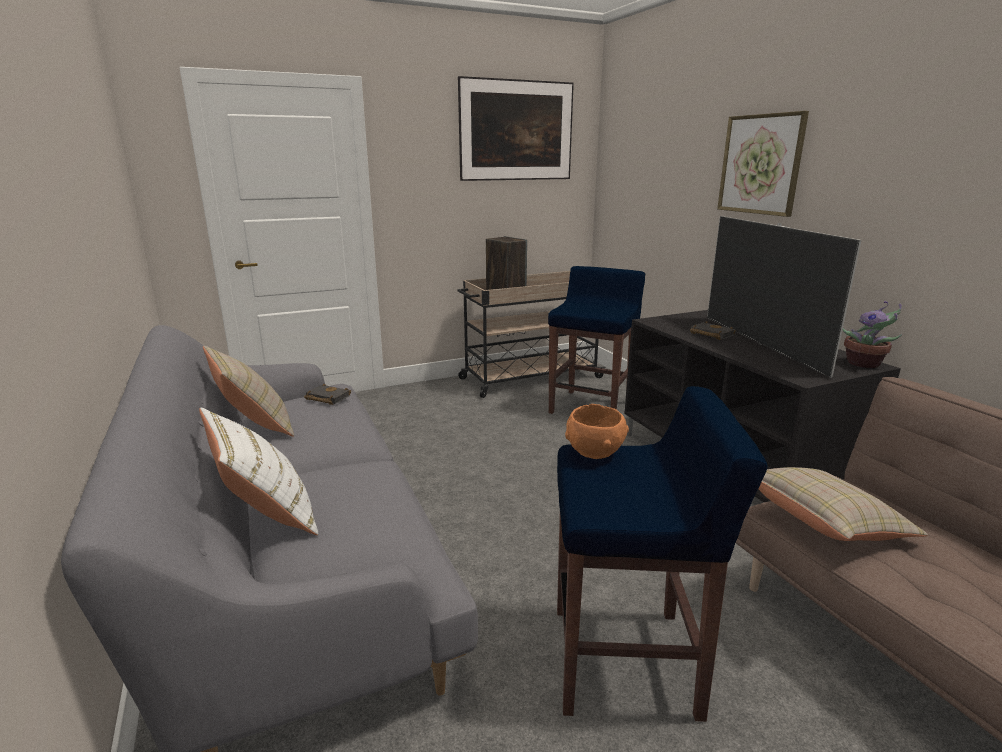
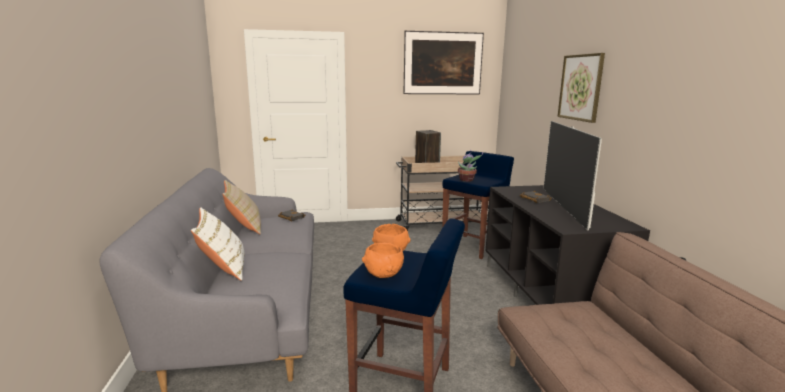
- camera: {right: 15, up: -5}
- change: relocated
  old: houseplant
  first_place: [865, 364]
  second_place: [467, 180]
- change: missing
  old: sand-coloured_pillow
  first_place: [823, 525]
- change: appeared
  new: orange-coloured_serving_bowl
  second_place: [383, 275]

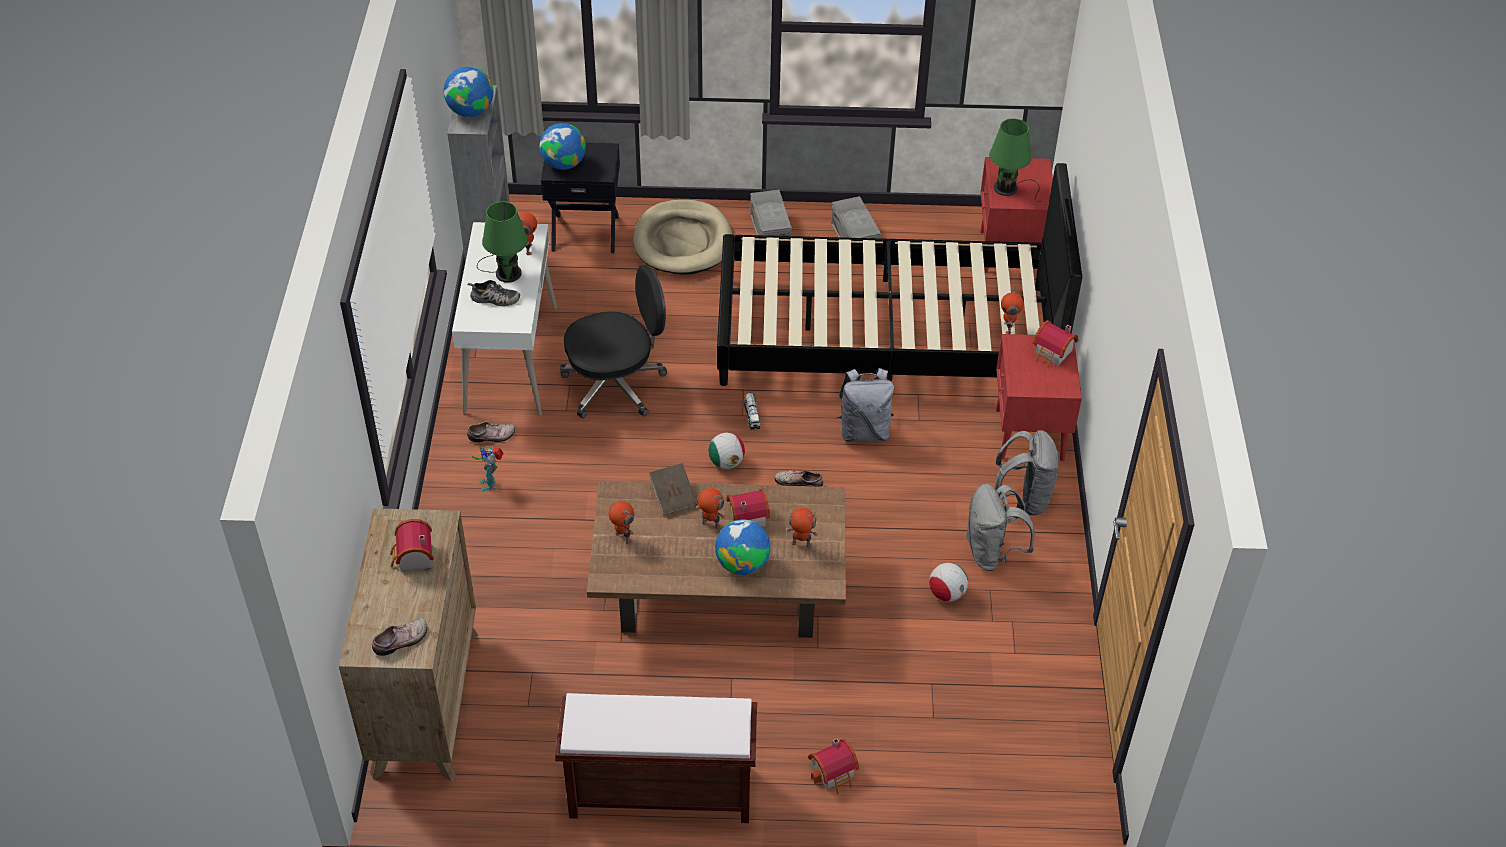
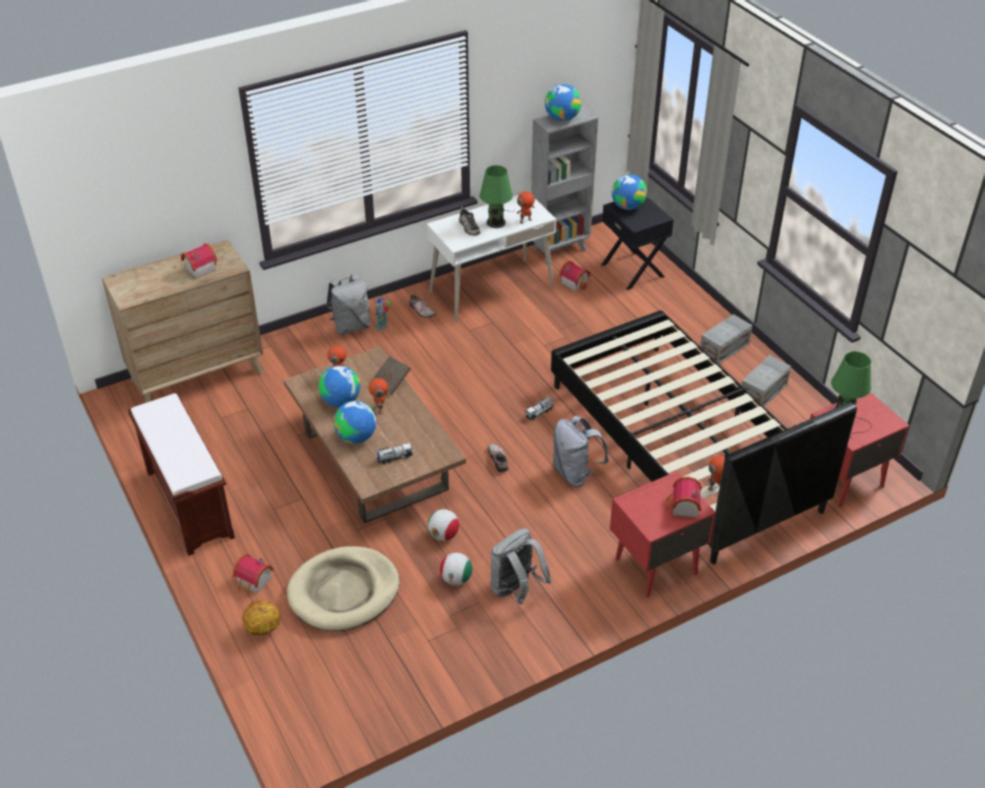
- camera: {right: 60, up: -5}
- change: relocated
  old: sand-coloured_dog_bed
  first_place: [683, 241]
  second_place: [344, 592]
- change: missing
  old: black-coloured_desk_chair
  first_place: [616, 384]
- change: relocated
  old: grey_knapsack
  first_place: [1024, 498]
  second_place: [351, 326]
- change: relocated
  old: football
  first_place: [726, 462]
  second_place: [443, 535]
- change: relocated
  old: toy_house
  first_place: [746, 516]
  second_place: [575, 282]
- change: exchanged
  old: toy_robot
  new: model_truck
  first_place: [801, 544]
  second_place: [395, 458]
- change: missing
  old: item_of_footwear
  first_place: [401, 641]
- change: appeared
  new: world_globe
  second_place: [341, 401]
- change: appeared
  new: ball_for_basketball
  second_place: [263, 629]

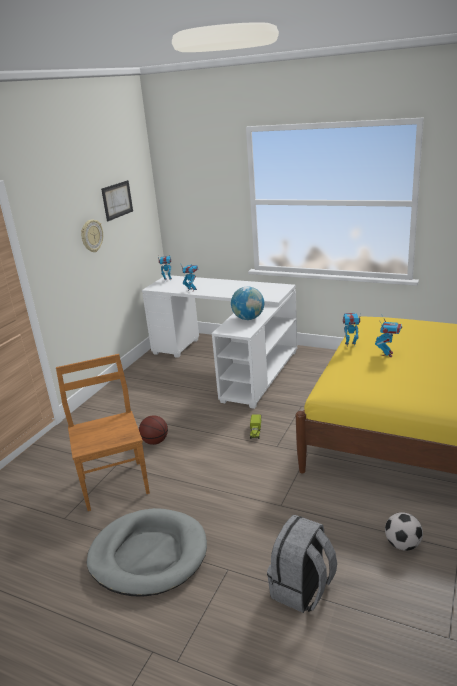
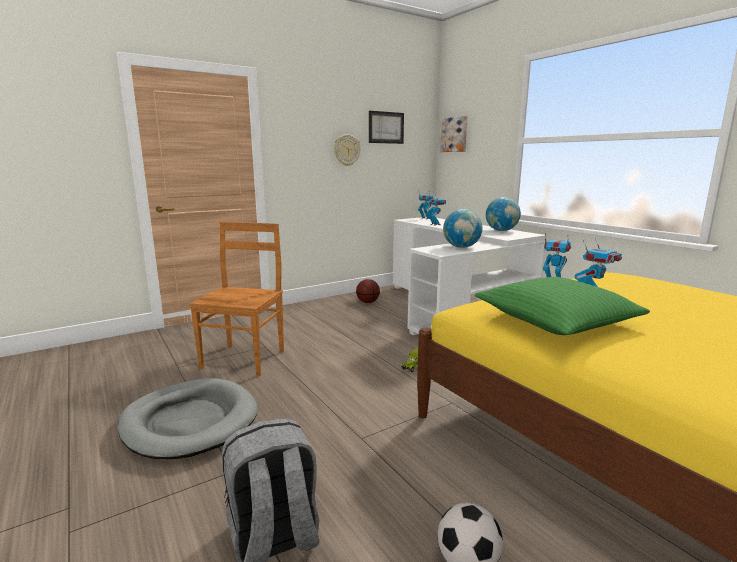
- camera: {right: 30, up: -10}
- change: relocated
  old: ball_for_basketball
  first_place: [155, 441]
  second_place: [368, 302]
- change: appeared
  new: wall_picture
  second_place: [454, 134]
- change: appeared
  new: world_globe
  second_place: [501, 230]
- change: appeared
  new: greenish_pillow
  second_place: [556, 320]

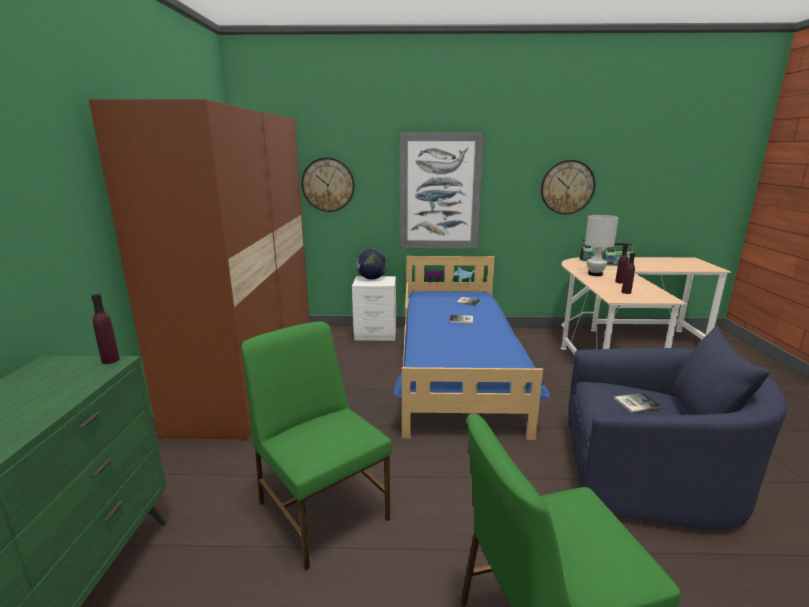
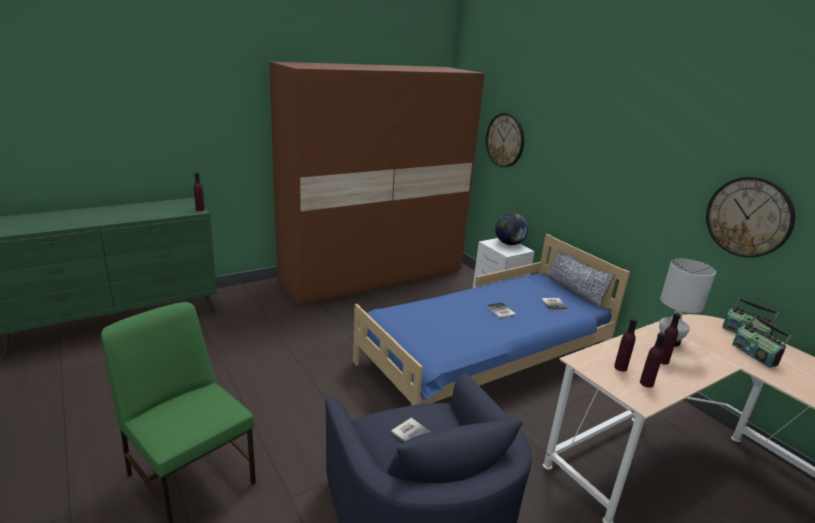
- camera: {right: 55, up: 5}
- change: missing
  old: wall_picture
  first_place: [440, 192]
- change: missing
  old: greenish_upright_chair
  first_place: [323, 508]
- change: appeared
  new: pillow
  second_place: [575, 290]
- change: appeared
  new: purplish_bottle
  second_place: [646, 383]

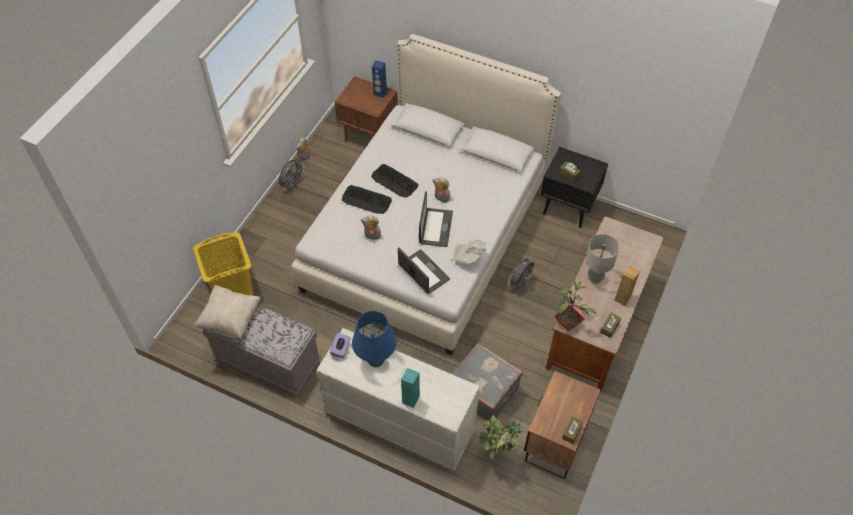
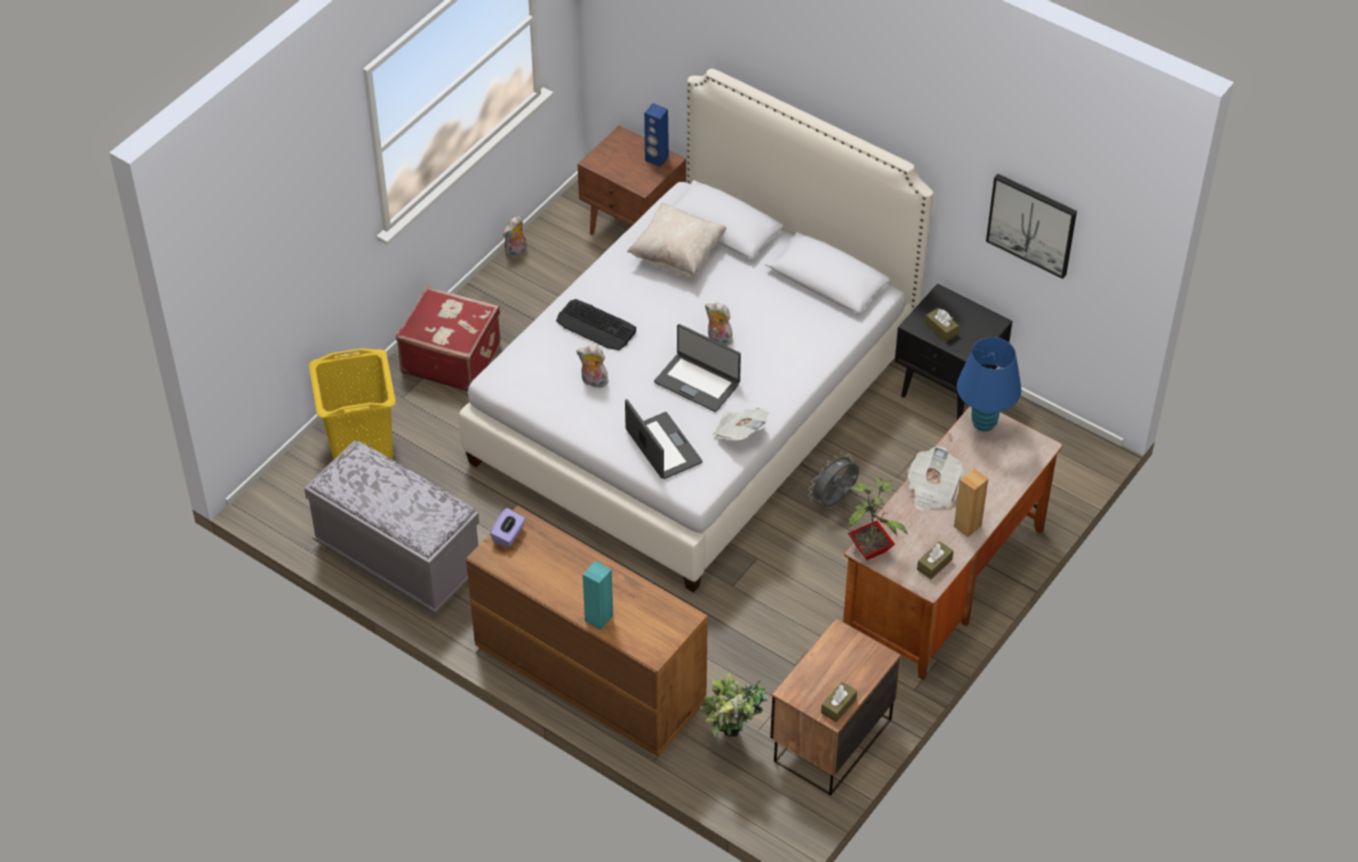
- camera: {right: 10, up: -5}
- change: missing
  old: grey_fan
  first_place: [292, 185]
- change: missing
  old: PC_keyboard
  first_place: [394, 181]
- change: spun
  old: laptop
  first_place: [435, 227]
  second_place: [697, 382]
  degrees: 105
- change: exchanged
  old: grey_tabletop_lamp
  new: daily_paper
  first_place: [595, 278]
  second_place: [932, 490]
- change: relocated
  old: sand-coloured_pillow
  first_place: [230, 319]
  second_place: [677, 255]
- change: relocated
  old: blue-coloured_tabletop_lamp
  first_place: [375, 360]
  second_place: [983, 423]
- change: colour
  old: white_dresser
  new: brown-coloured_dresser
  first_place: [399, 420]
  second_place: [588, 675]
- change: missing
  old: grey_travel_case
  first_place: [483, 391]
- change: appeared
  new: wall_picture
  second_place: [1032, 224]
- change: appeared
  new: red-coloured_travel_case
  second_place: [451, 358]

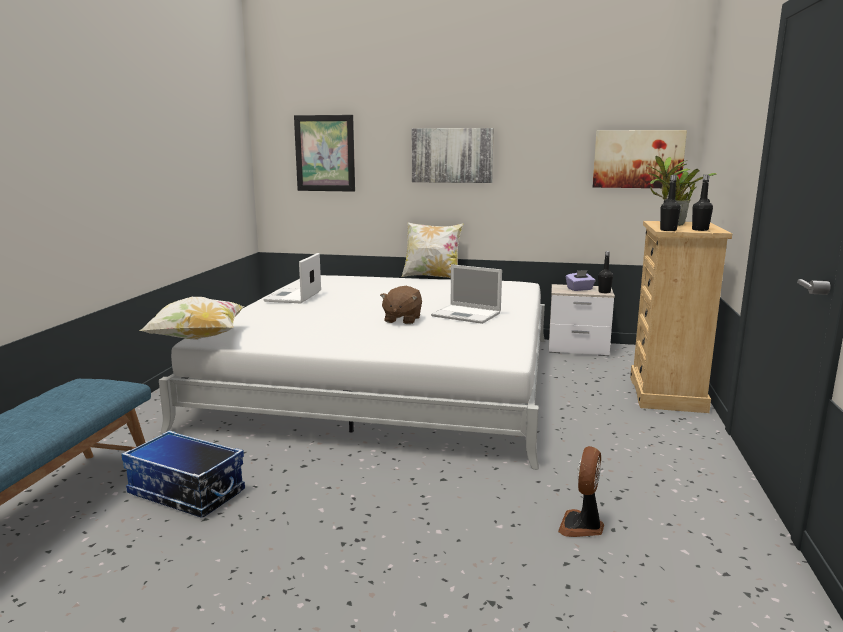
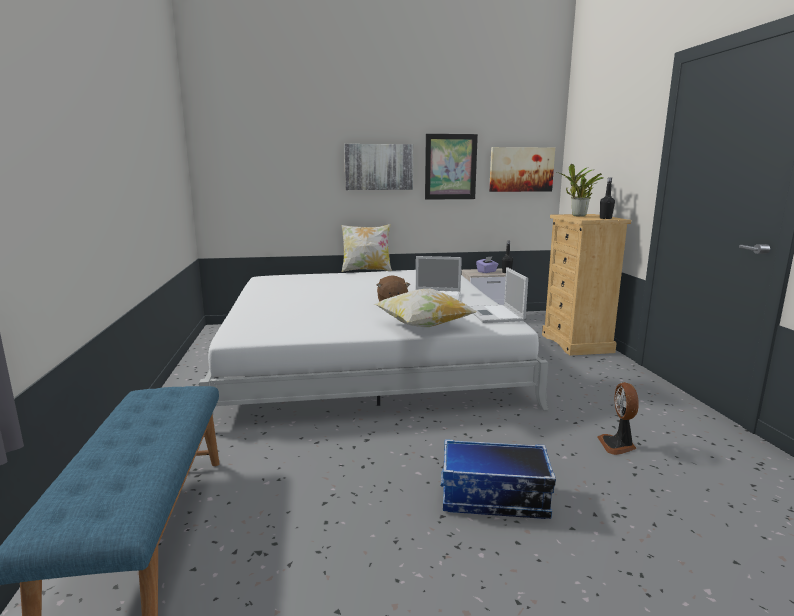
- camera: {right: -20, up: 0}
- change: relocated
  old: wall_picture
  first_place: [325, 153]
  second_place: [450, 167]
- change: missing
  old: black-coloured_bottle
  first_place: [668, 230]
- change: relocated
  old: laptop
  first_place: [293, 297]
  second_place: [495, 315]
- change: relocated
  old: pillow
  first_place: [197, 338]
  second_place: [423, 326]
- change: relocated
  old: storage_box
  first_place: [185, 493]
  second_place: [493, 498]

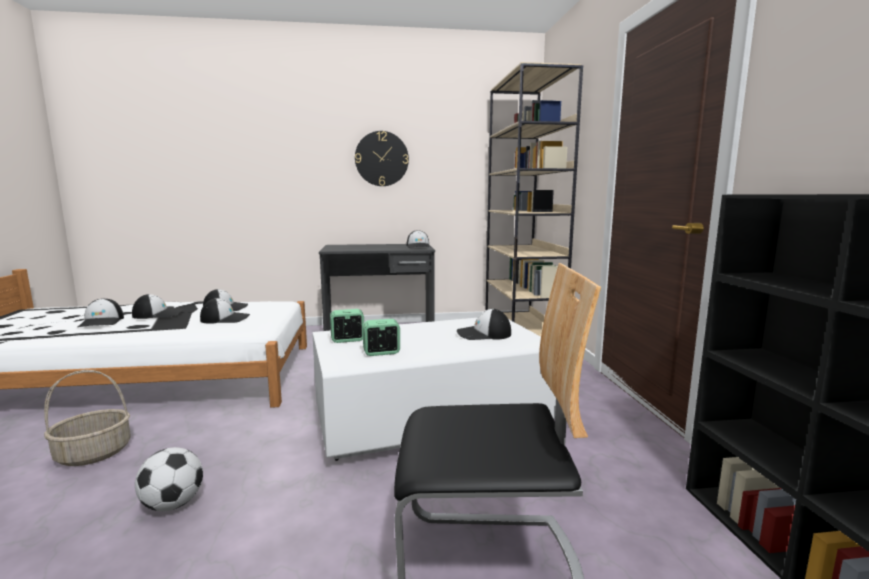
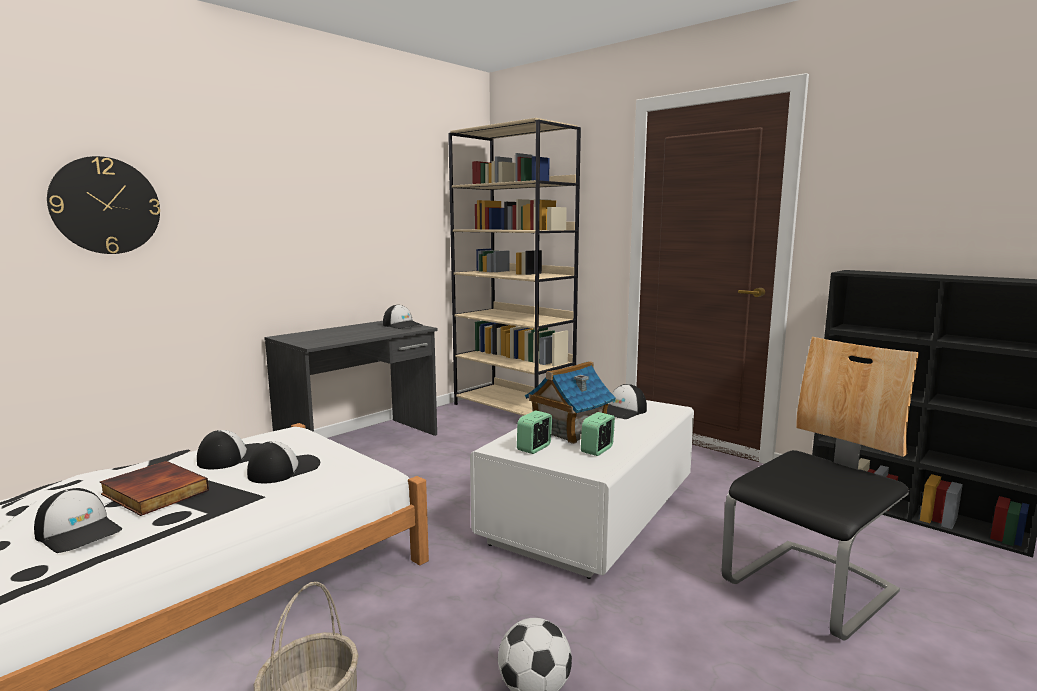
- camera: {right: -40, up: 0}
- change: relocated
  old: clock_on_the_wall
  first_place: [381, 159]
  second_place: [105, 206]
- change: exchanged
  old: peaked_cap
  new: volume
  first_place: [158, 314]
  second_place: [153, 493]
- change: appeared
  new: toy_house
  second_place: [569, 430]

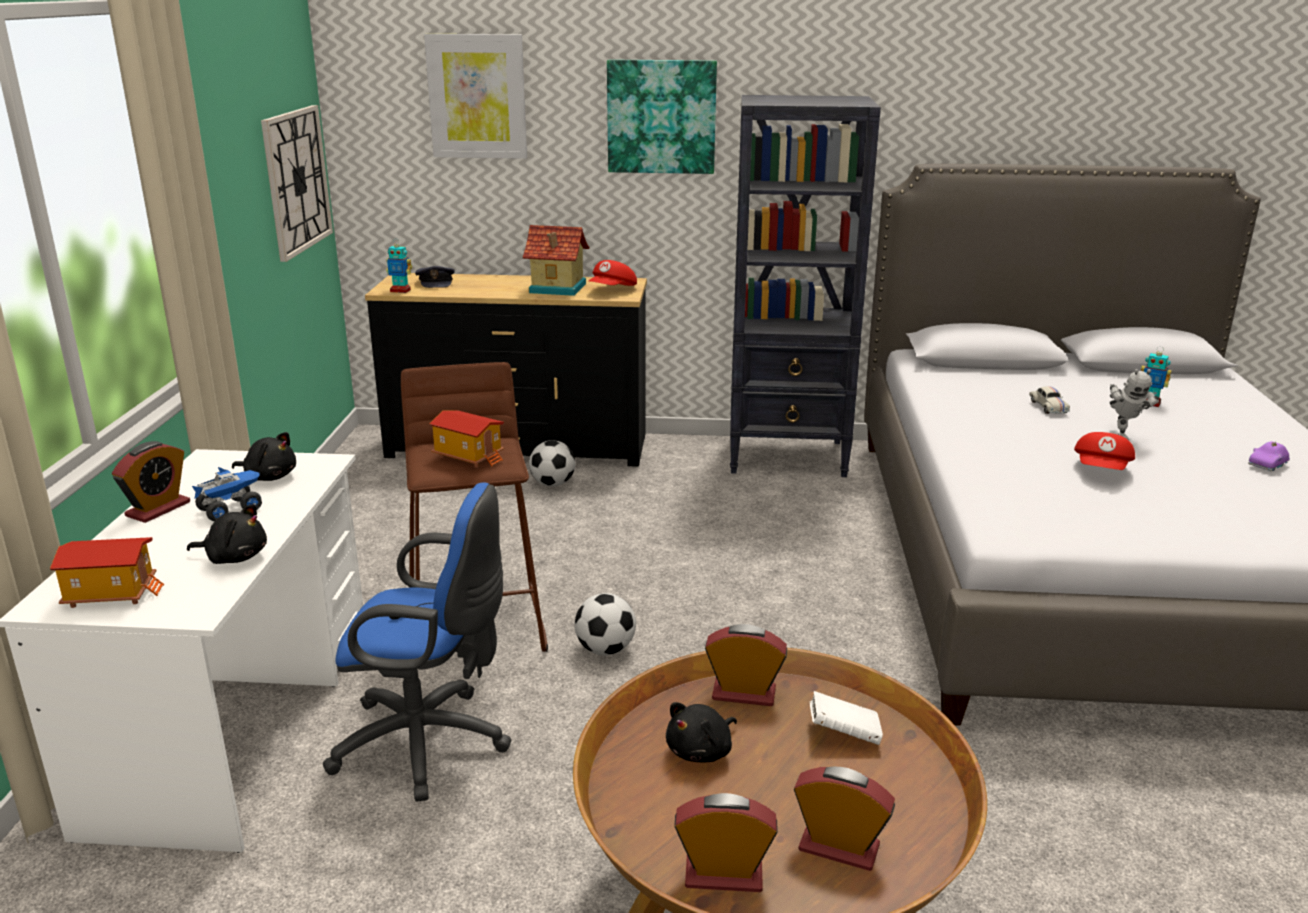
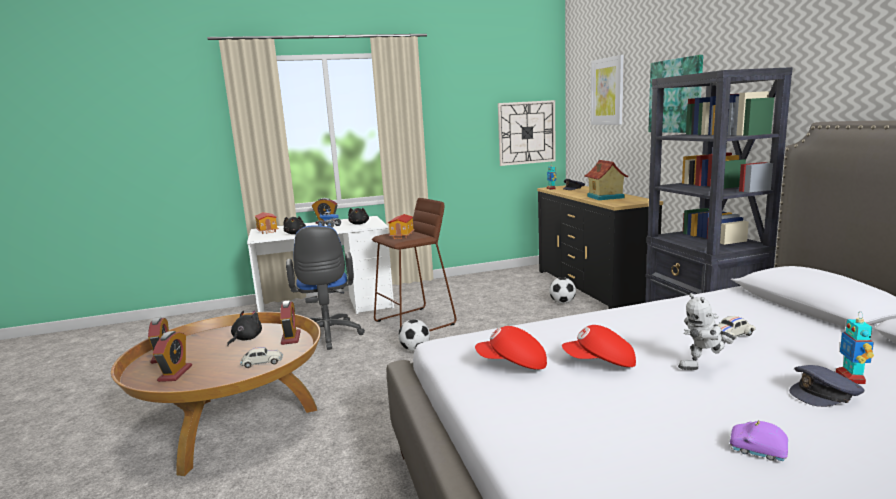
- camera: {right: 70, up: -10}
- change: relocated
  old: red-coloured_peaked_cap
  first_place: [613, 290]
  second_place: [512, 364]
- change: exchanged
  old: white_volume
  new: white_model_car
  first_place: [844, 733]
  second_place: [262, 362]
- change: spun
  old: black-coloured_soft_toy
  first_place: [701, 751]
  second_place: [246, 339]
  degrees: 90
- change: appeared
  new: grey_peaked_cap
  second_place: [825, 394]

